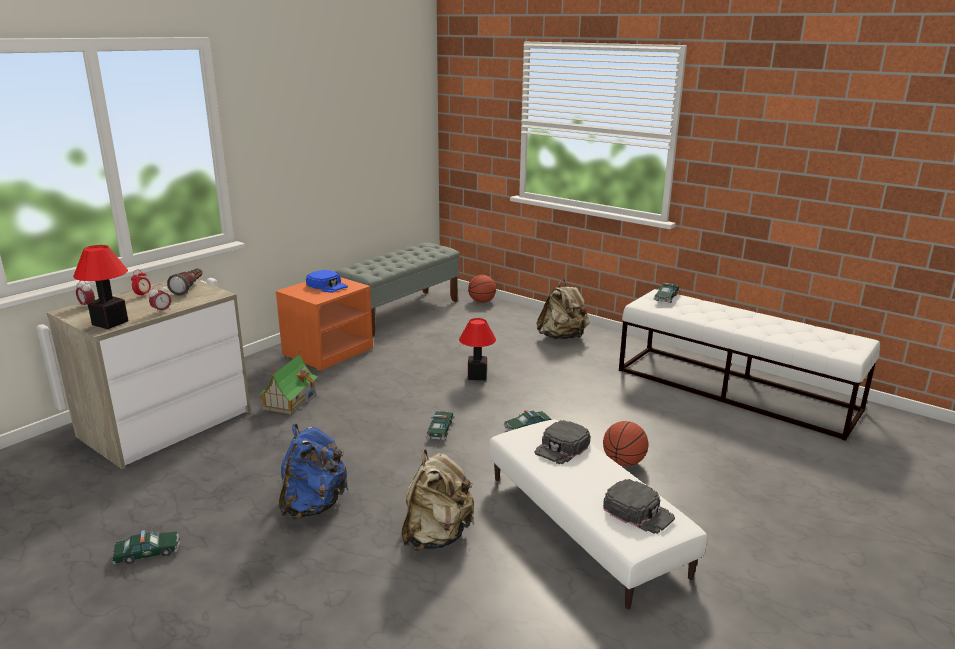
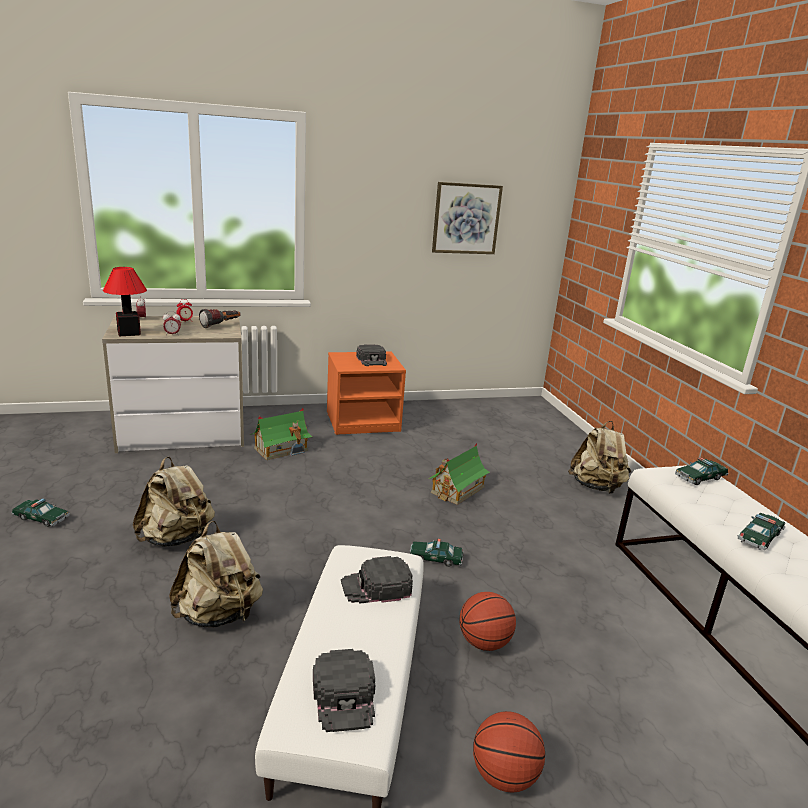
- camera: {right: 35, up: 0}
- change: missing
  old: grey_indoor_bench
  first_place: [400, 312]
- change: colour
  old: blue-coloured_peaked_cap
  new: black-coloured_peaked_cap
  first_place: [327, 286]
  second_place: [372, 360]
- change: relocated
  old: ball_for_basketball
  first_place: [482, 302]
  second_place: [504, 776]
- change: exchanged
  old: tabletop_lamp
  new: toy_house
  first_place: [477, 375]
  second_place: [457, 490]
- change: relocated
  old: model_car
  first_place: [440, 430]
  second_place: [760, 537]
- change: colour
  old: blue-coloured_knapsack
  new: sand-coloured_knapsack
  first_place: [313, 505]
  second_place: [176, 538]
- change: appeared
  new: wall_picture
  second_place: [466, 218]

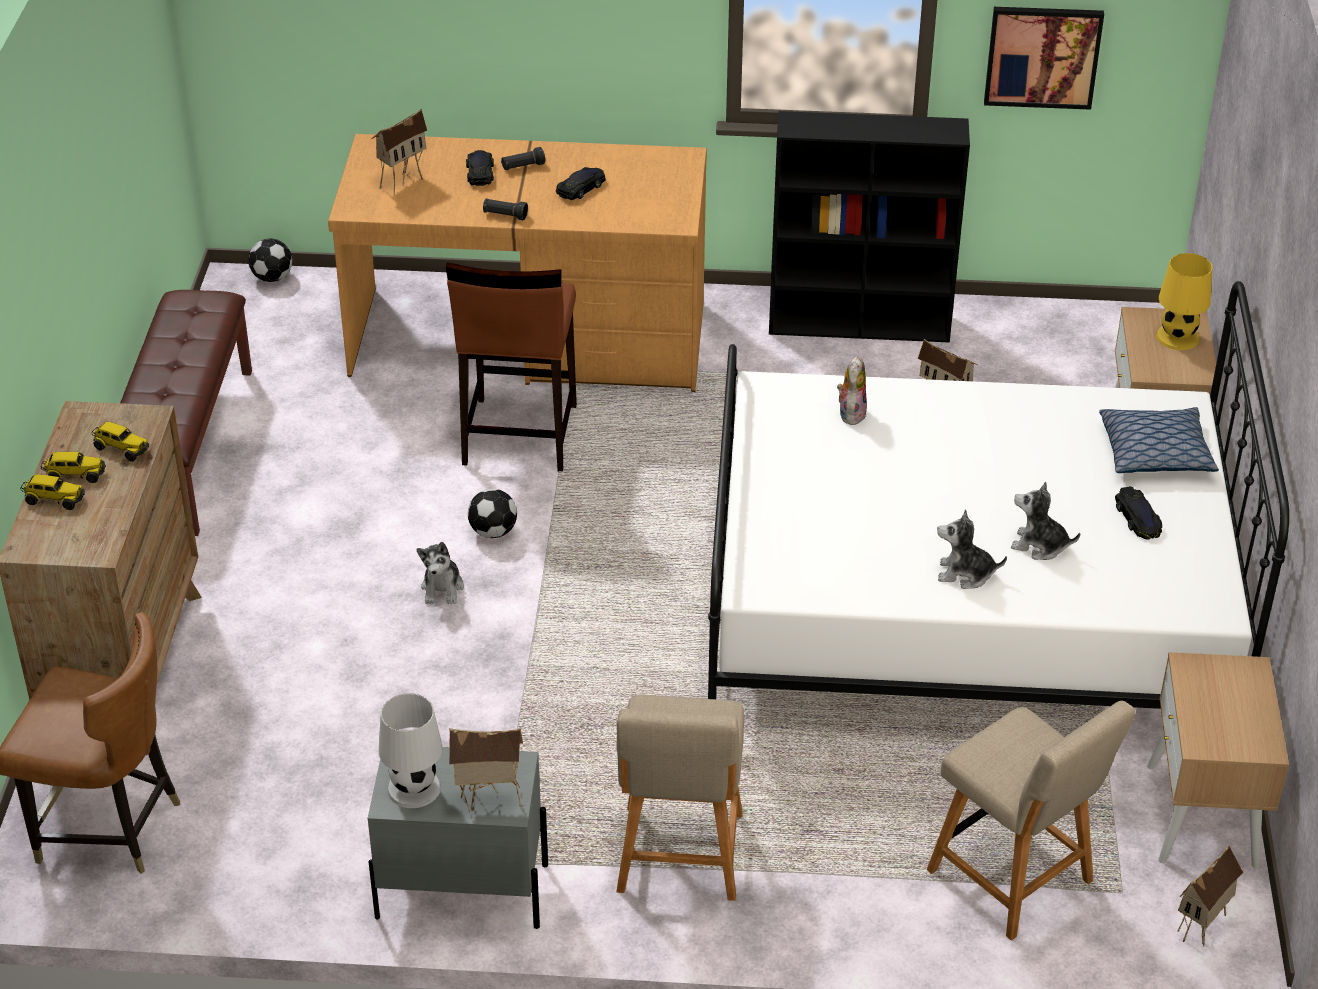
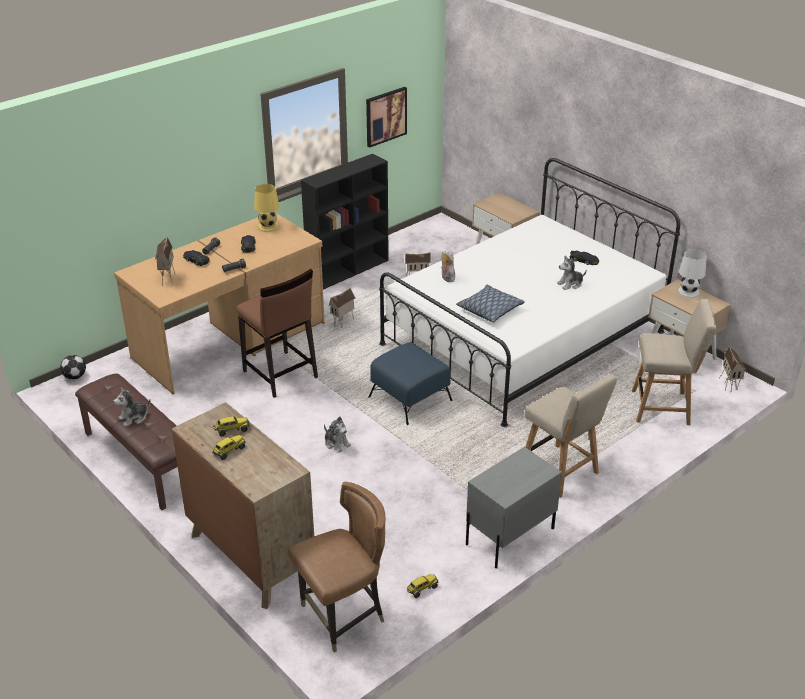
- camera: {right: -45, up: -5}
- change: relocated
  old: yellowish_tabletop_lamp
  first_place: [1177, 337]
  second_place: [268, 226]
- change: relocated
  old: pillow
  first_place: [1155, 452]
  second_place: [489, 310]
- change: relocated
  old: model_truck
  first_place: [54, 499]
  second_place: [422, 589]
- change: missing
  old: football
  first_place: [493, 531]
- change: relocated
  old: soft_toy
  first_place: [965, 574]
  second_place: [134, 418]
- change: relocated
  old: white_tabletop_lamp
  first_place: [414, 788]
  second_place: [688, 292]
- change: relocated
  old: toy_house
  first_place: [489, 801]
  second_place: [343, 324]
- change: appeared
  new: blue-coloured_footrest
  second_place: [410, 399]

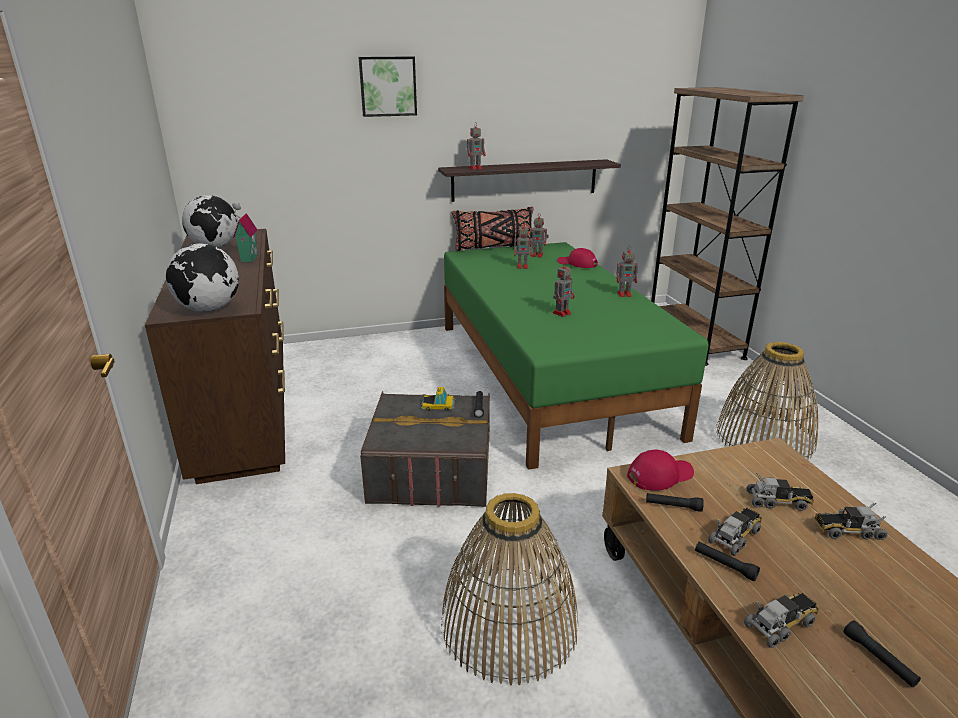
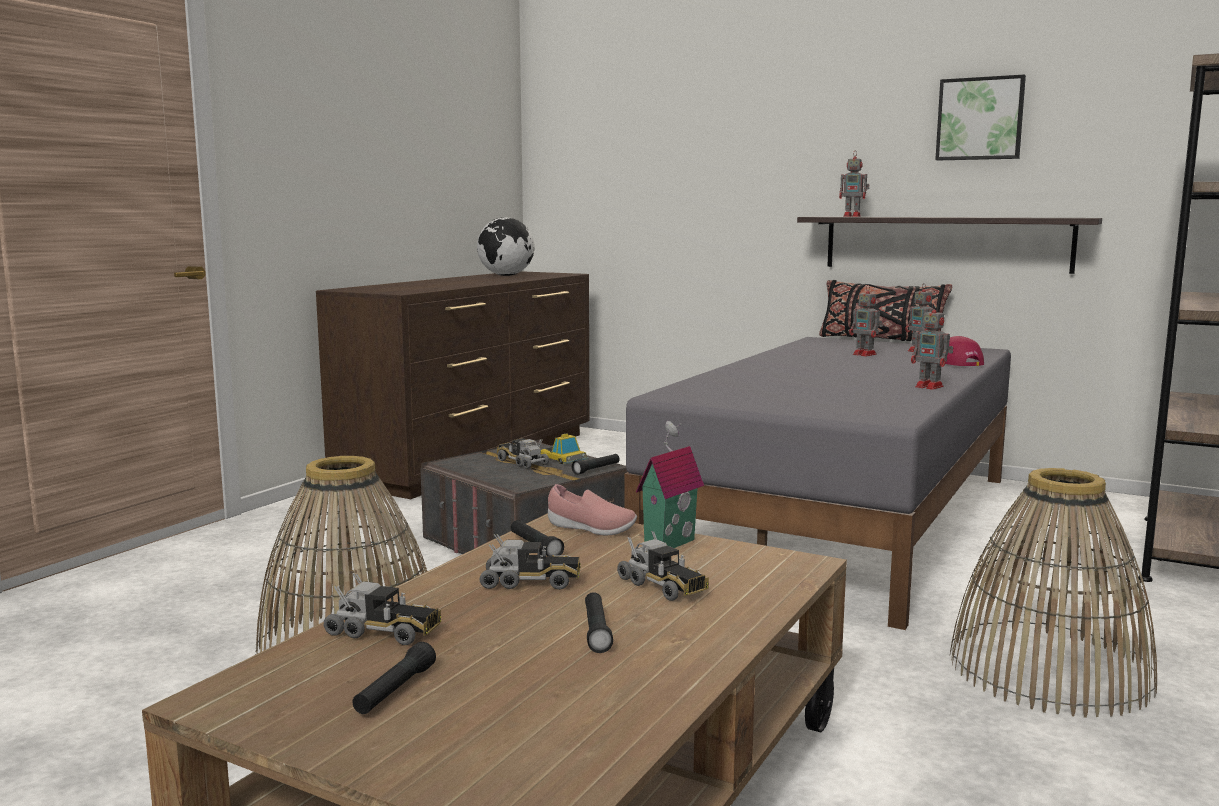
- camera: {right: 45, up: -15}
- change: relocated
  old: wall_picture
  first_place: [388, 86]
  second_place: [980, 119]
- change: relocated
  old: toy_house
  first_place: [247, 258]
  second_place: [667, 542]
- change: colour
  old: greenish_sleeping_bed
  new: grey_sleeping_bed
  first_place: [549, 375]
  second_place: [842, 520]
- change: missing
  old: world_globe
  first_place: [209, 309]
- change: missing
  old: toy_robot
  first_place: [562, 313]
- change: exchanged
  old: red-coloured_peaked_cap
  new: pink_item_of_footwear
  first_place: [659, 475]
  second_place: [590, 529]
- change: relocated
  old: model_truck
  first_place: [847, 530]
  second_place: [521, 462]
- change: relocated
  old: black-coloured_flashlight
  first_place: [725, 565]
  second_place: [596, 631]

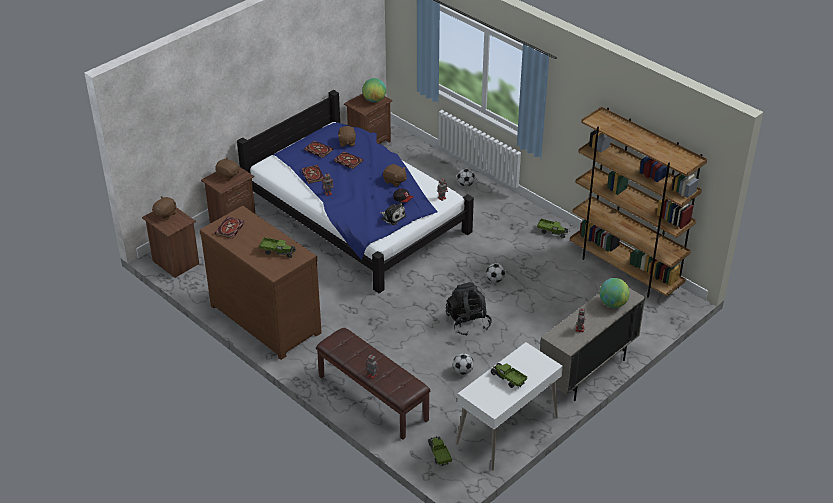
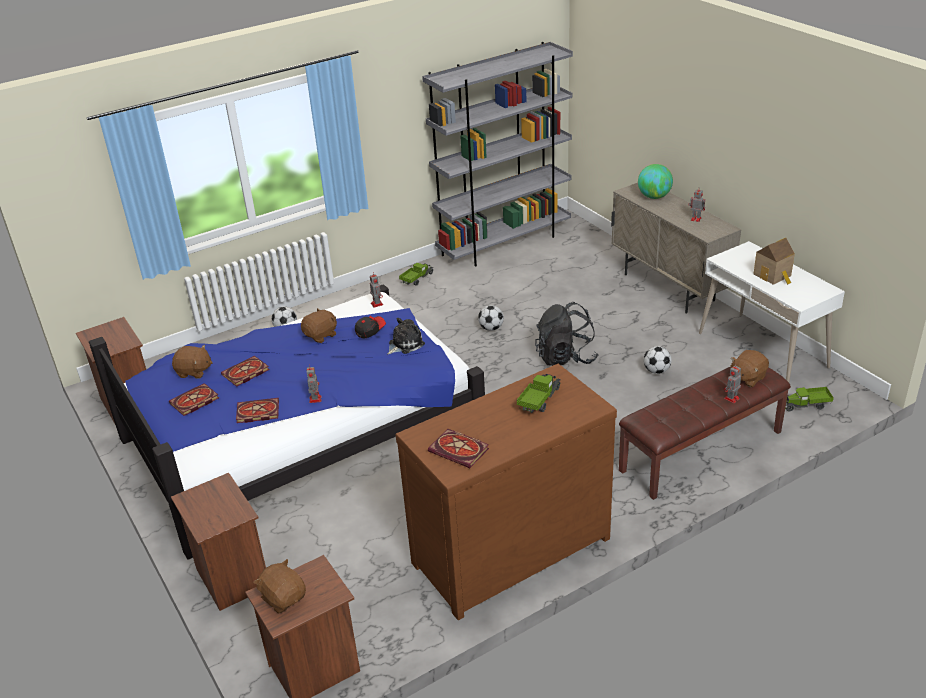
- camera: {right: -75, up: -5}
- change: missing
  old: world_globe
  first_place: [374, 100]
- change: colour
  old: brown-coloured_bookshelf
  new: grey_bookshelf
  first_place: [625, 270]
  second_place: [504, 243]
- change: relocated
  old: brown-coloured_soft_toy
  first_place: [227, 175]
  second_place: [747, 378]
- change: exchanged
  old: model_truck
  new: toy_house
  first_place: [508, 379]
  second_place: [773, 275]

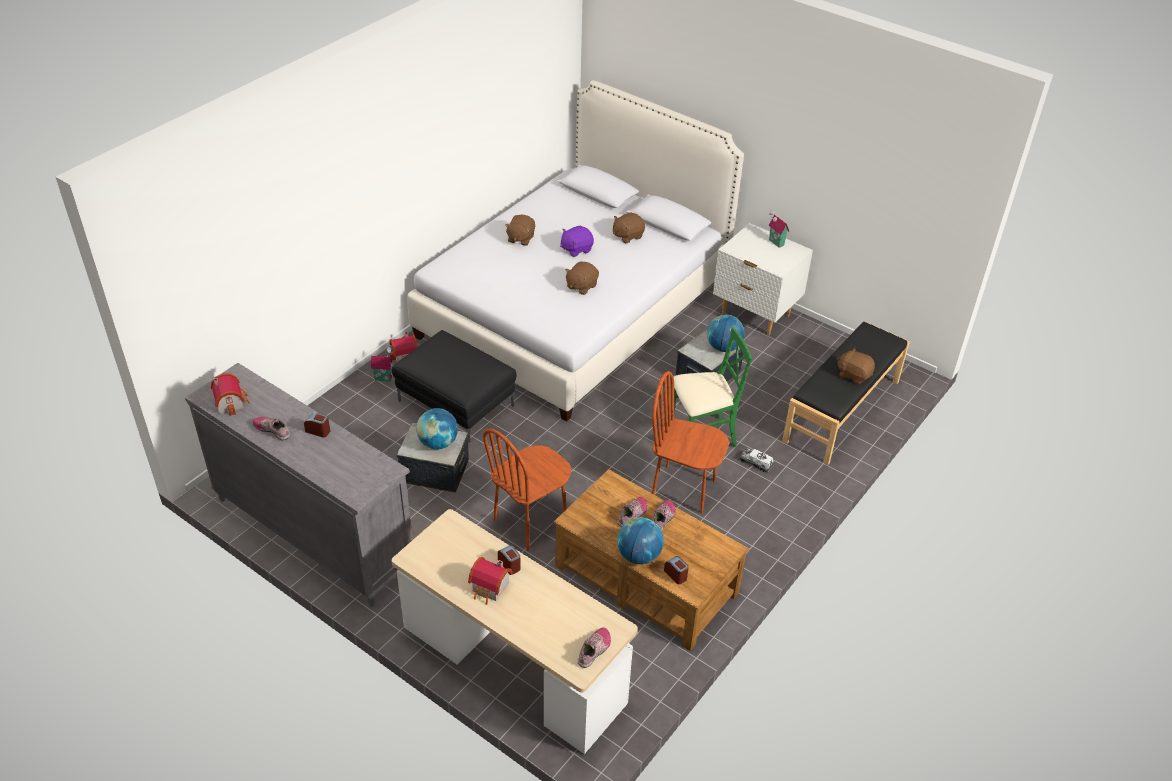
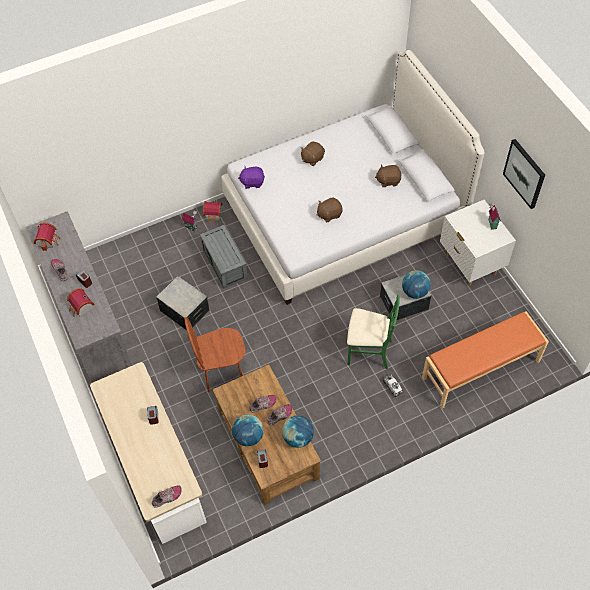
- camera: {right: 30, up: 15}
- change: relocated
  old: purplish_soft_toy
  first_place: [576, 249]
  second_place: [252, 182]
- change: colour
  old: black-coloured_indoor_bench
  new: orange-coloured_indoor_bench
  first_place: [842, 411]
  second_place: [481, 370]
- change: exchanged
  old: black-coloured_footrest
  new: grey_storage_box
  first_place: [457, 403]
  second_place: [226, 264]
- change: missing
  old: brown-coloured_soft_toy
  first_place: [853, 375]
- change: missing
  old: brown-coloured_upright_chair
  first_place: [683, 490]
- change: relocated
  old: world_globe
  first_place: [438, 443]
  second_place: [298, 437]
- change: relocated
  old: toy_house
  first_place: [490, 588]
  second_place: [81, 308]
- change: appeared
  new: wall_picture
  second_place: [524, 173]

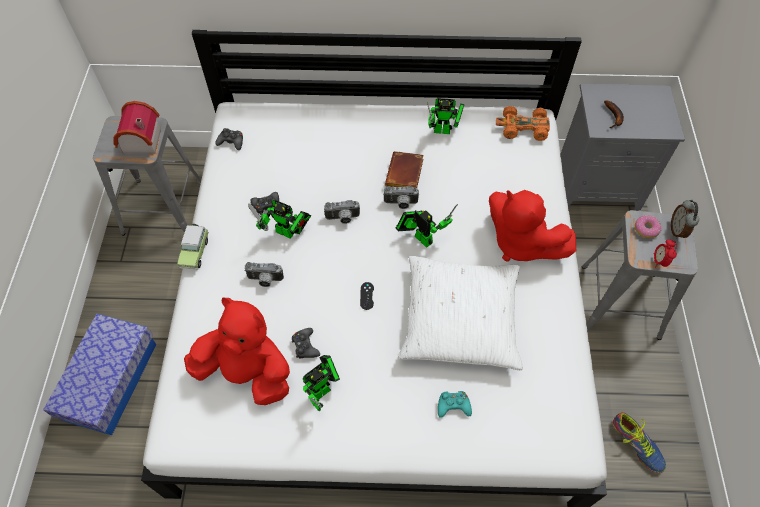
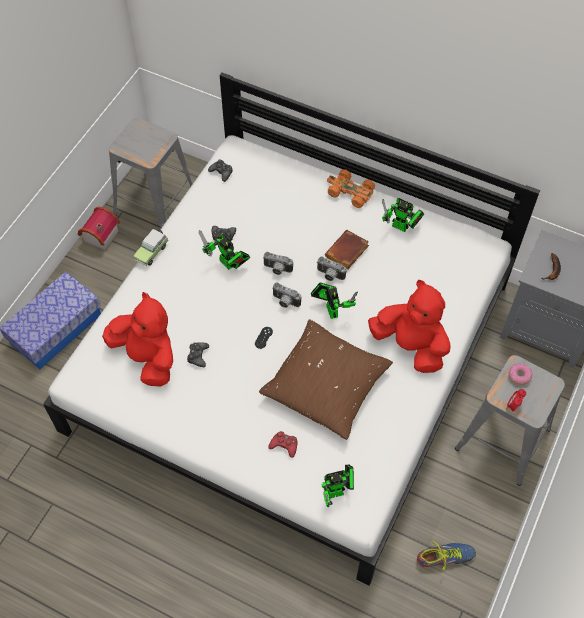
- camera: {right: 25, up: 0}
- change: relocated
  old: toy_house
  first_place: [139, 142]
  second_place: [98, 236]
- change: relocated
  old: orange-coloured_model_car
  first_place: [522, 128]
  second_place: [350, 192]
- change: spun
  old: red-coloured_soft_toy
  first_place: [520, 243]
  second_place: [410, 346]
  degrees: 150
- change: missing
  old: table_clock
  first_place: [677, 230]
- change: colour
  old: white_pillow
  new: brown-coloured_pillow
  first_place: [460, 319]
  second_place: [326, 385]
- change: relocated
  old: photo_camera
  first_place: [265, 280]
  second_place: [285, 302]
- change: relocated
  old: toy_robot
  first_place: [323, 390]
  second_place: [337, 492]
- change: colour
  old: turquoise_game_controller
  new: red-coloured_game_controller
  first_place: [453, 405]
  second_place: [284, 445]
- change: spun
  old: item_of_footwear
  first_place: [637, 444]
  second_place: [445, 557]
  degrees: -90

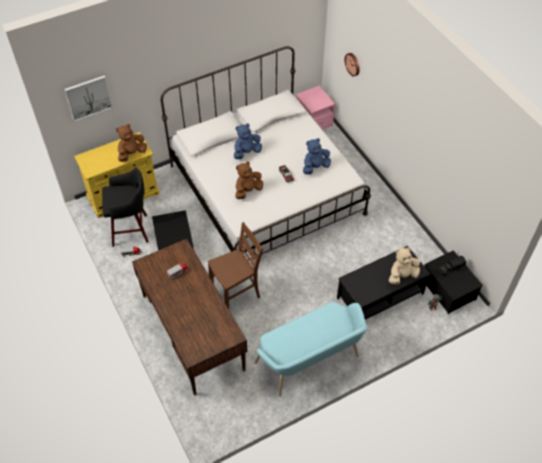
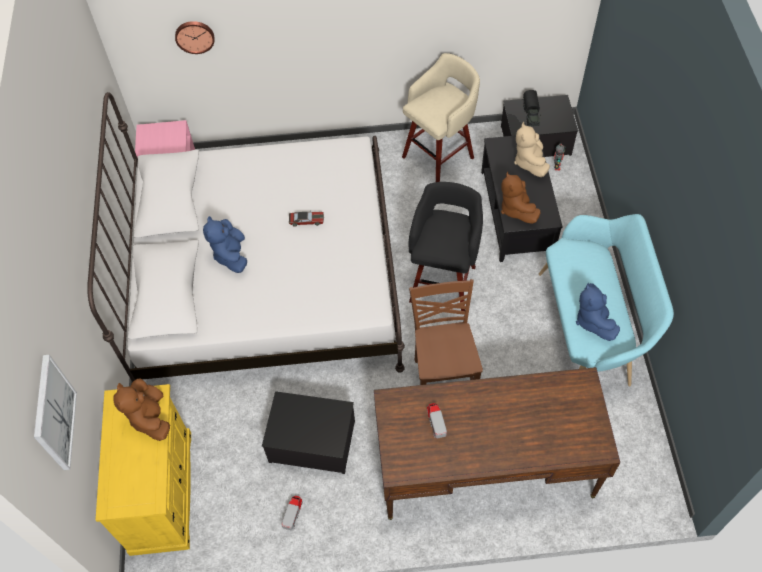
- camera: {right: -65, up: 5}
- change: relocated
  old: blue-coloured_soft_toy
  first_place: [315, 167]
  second_place: [593, 320]
- change: relocated
  old: brown-coloured_soft_toy
  first_place: [248, 191]
  second_place: [516, 209]
- change: relocated
  old: black-coloured_stool
  first_place: [131, 230]
  second_place: [443, 282]
- change: appeared
  new: sand-coloured_stool
  second_place: [440, 156]

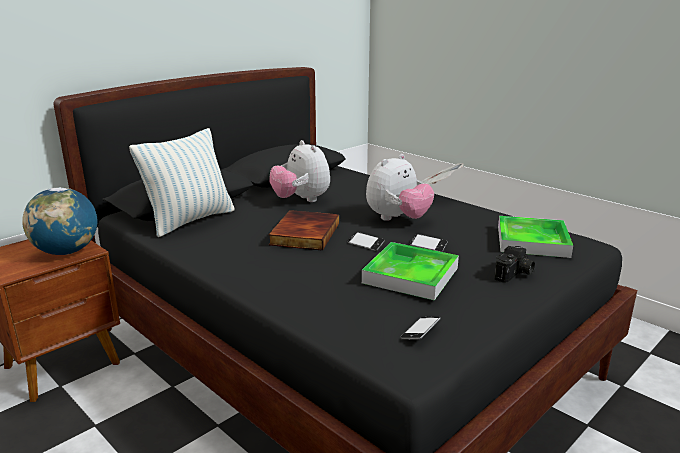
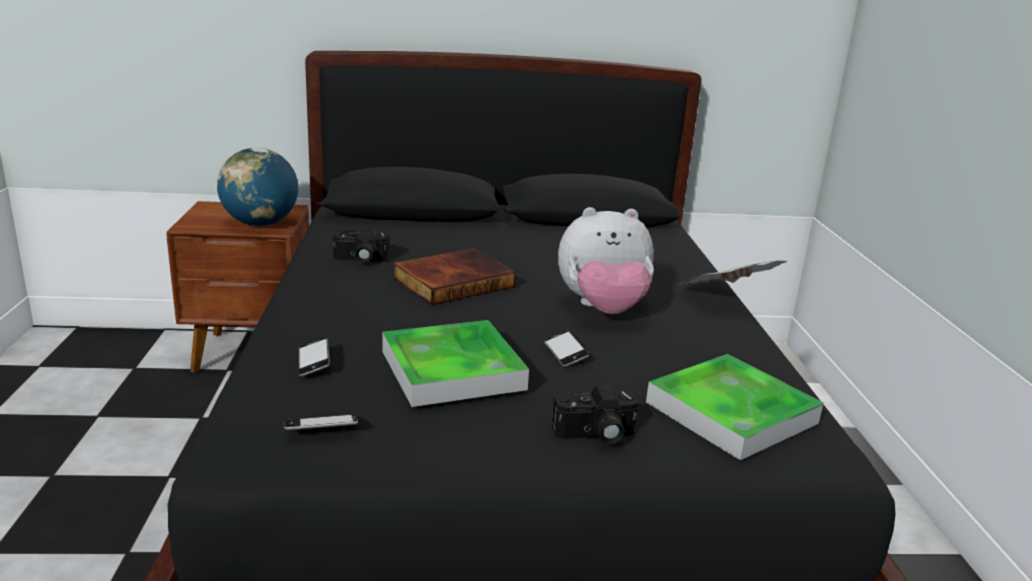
- camera: {right: 40, up: 0}
- change: missing
  old: pillow
  first_place: [190, 220]
- change: missing
  old: soft_toy
  first_place: [301, 200]
- change: relocated
  old: phone
  first_place: [365, 244]
  second_place: [314, 362]
- change: appeared
  new: photo_camera
  second_place: [360, 259]

